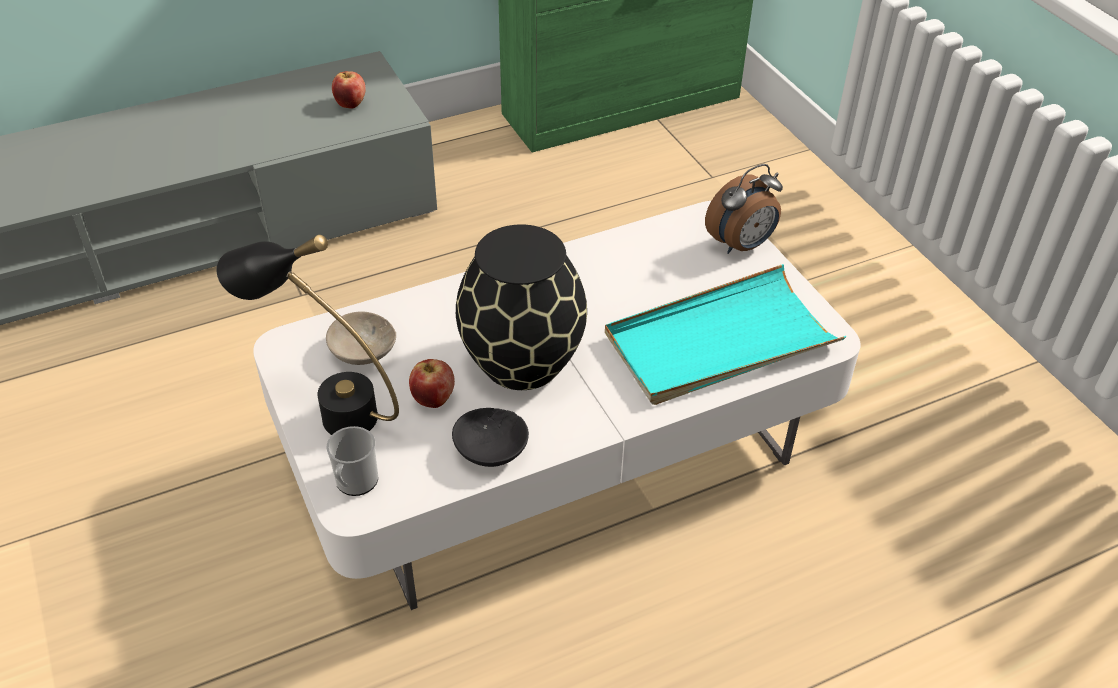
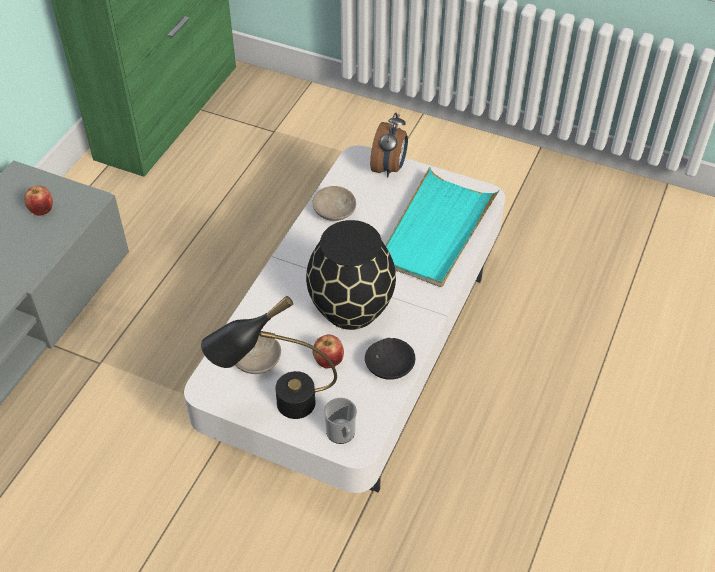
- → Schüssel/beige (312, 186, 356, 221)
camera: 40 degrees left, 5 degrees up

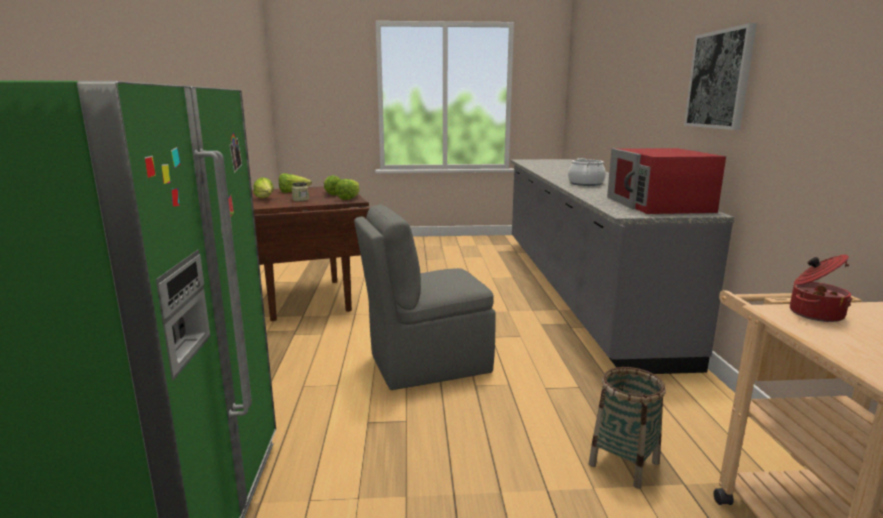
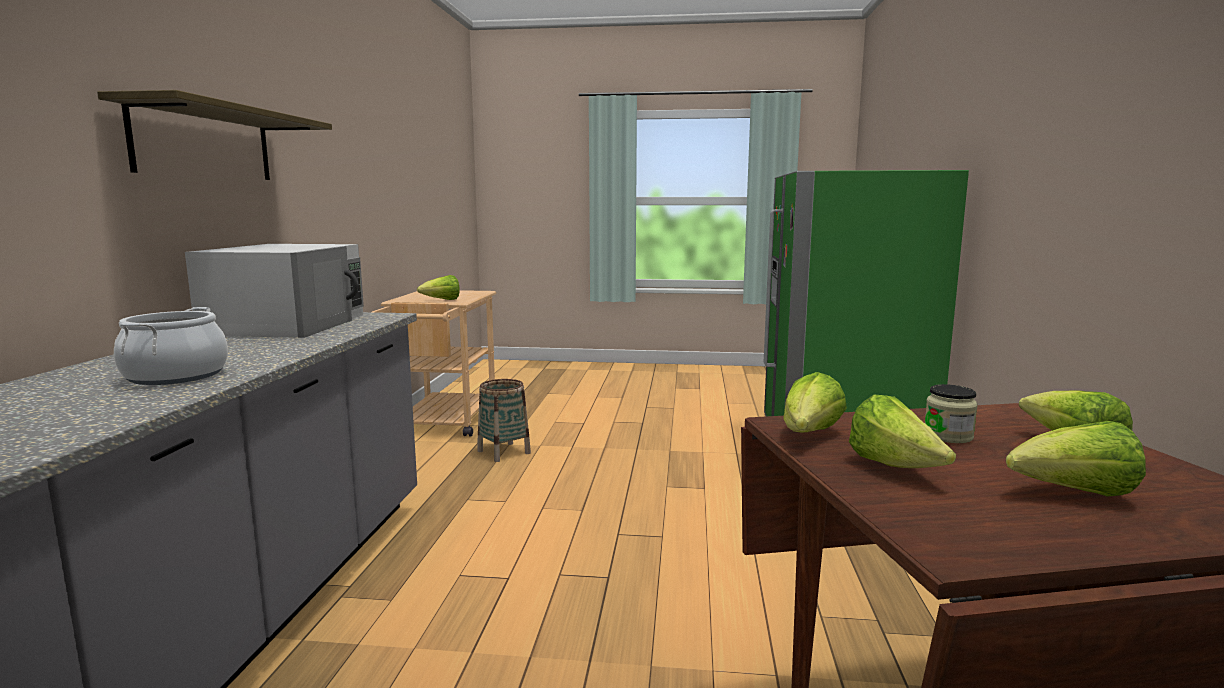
Bild (684, 23, 757, 130) → Wandregal (97, 90, 332, 180)
Mikrowelle/rot (607, 148, 726, 214) → Mikrowelle/weiß (185, 244, 364, 338)
Stuhl/grau (354, 205, 496, 390) → -
Kochtopf (790, 254, 852, 322) → Salatkopf (417, 275, 460, 300)
camera: 170 degrees left, 5 degrees down

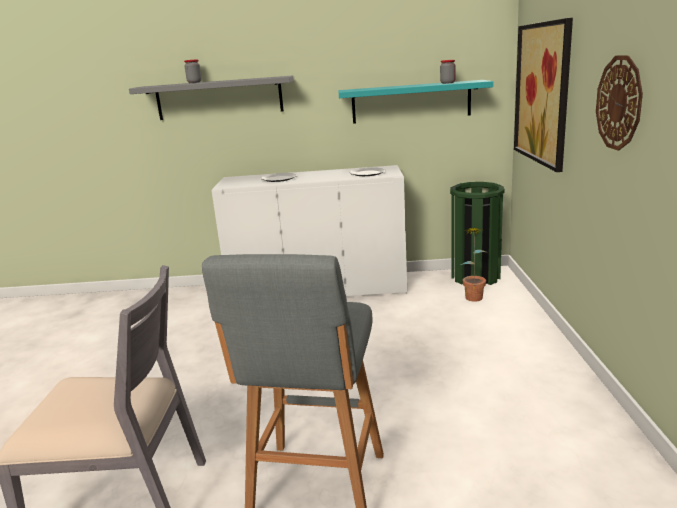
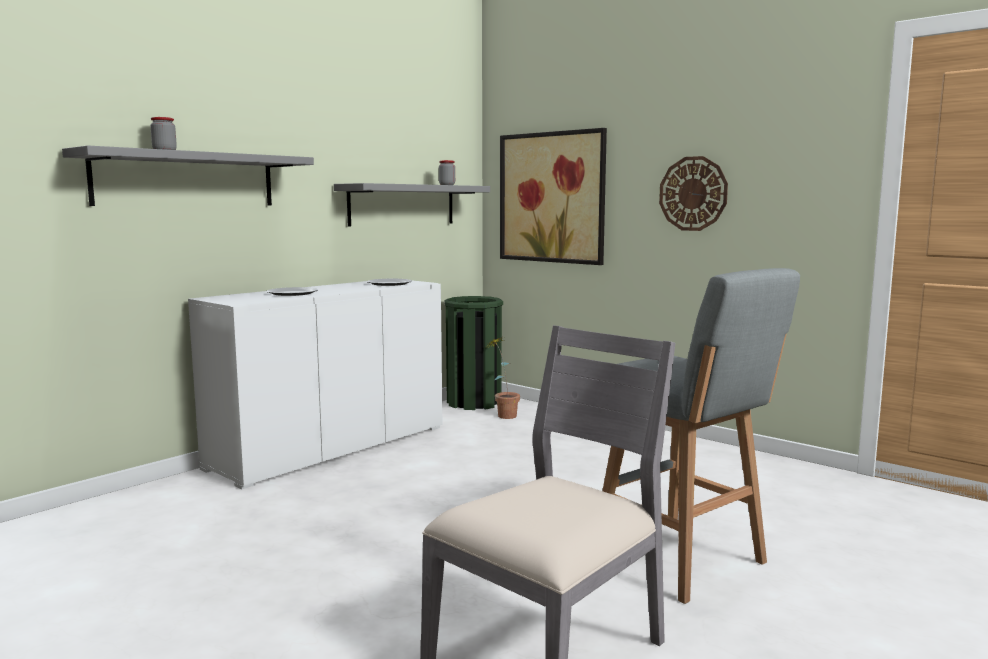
Wandregal/türkis (339, 80, 493, 124) → Wandregal/grau (334, 183, 490, 227)
camera: 50 degrees left, 10 degrees down

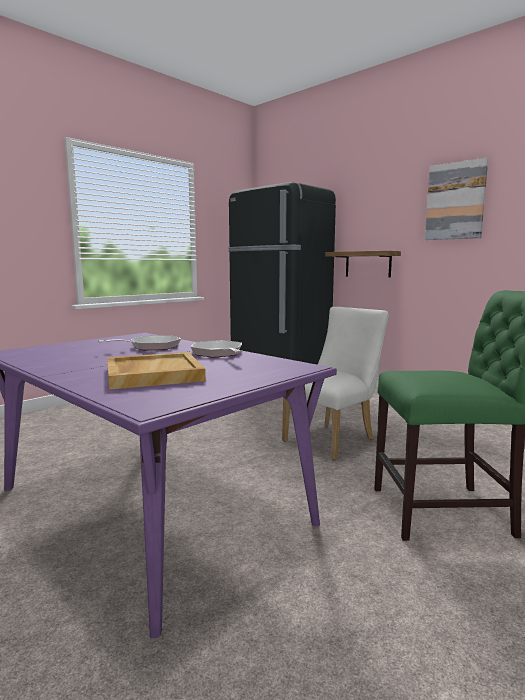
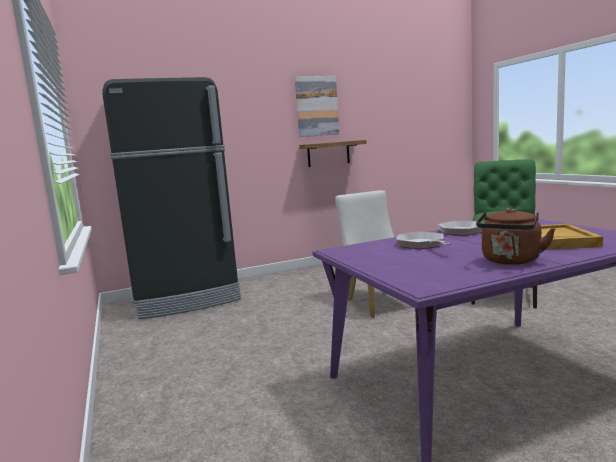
Wandregal (325, 251, 401, 278) → Wandregal (299, 140, 366, 167), shifted
- → Wasserkessel/braun (476, 208, 556, 265)
camera: 65 degrees left, 0 degrees up

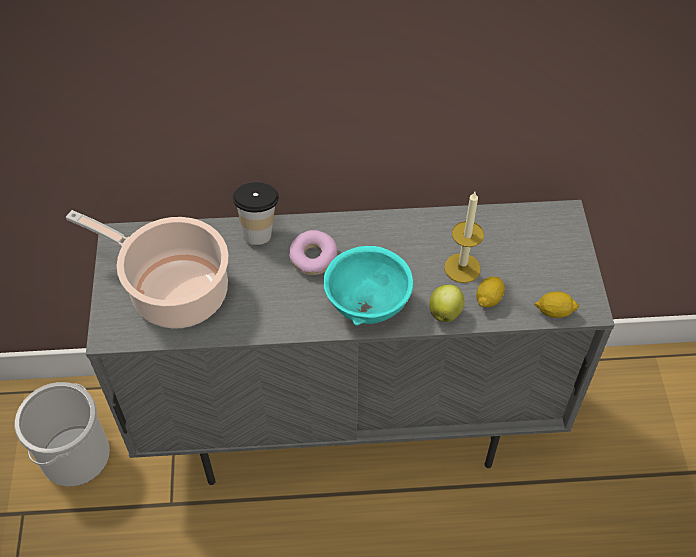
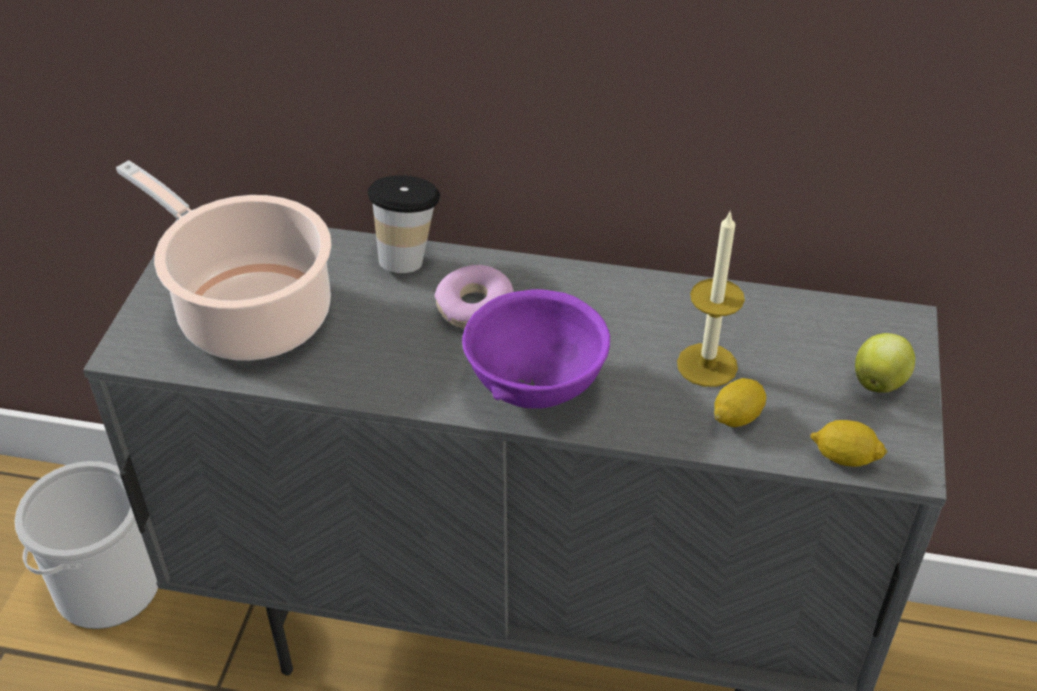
Schüssel/türkis (323, 246, 413, 326) → Schüssel/lila (462, 289, 610, 409)
Apfel (429, 285, 465, 322) → Apfel (855, 333, 915, 392), shifted
camera: 15 degrees right, 10 degrees down

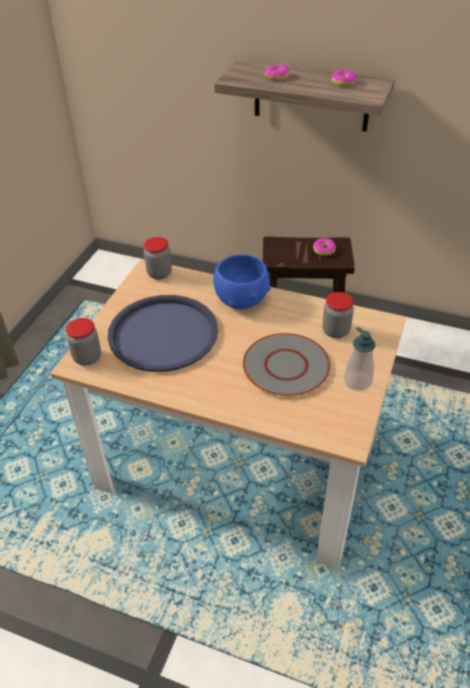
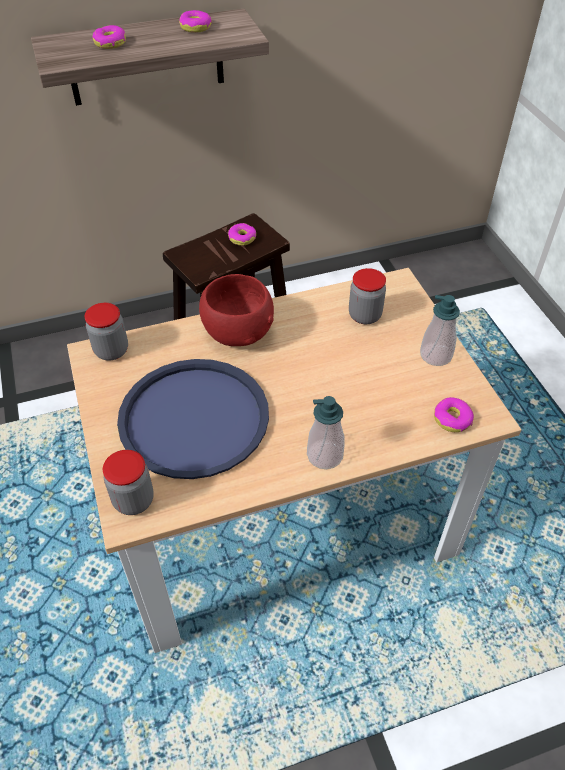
Schüssel/blau (213, 255, 271, 309) → Schüssel/rot (199, 274, 274, 346)
Teller/grau (243, 333, 330, 396) → -
- → Seifenspender (307, 396, 345, 469)
- → Donut (434, 397, 474, 432)
camera: 40 degrees left, 5 degrees up

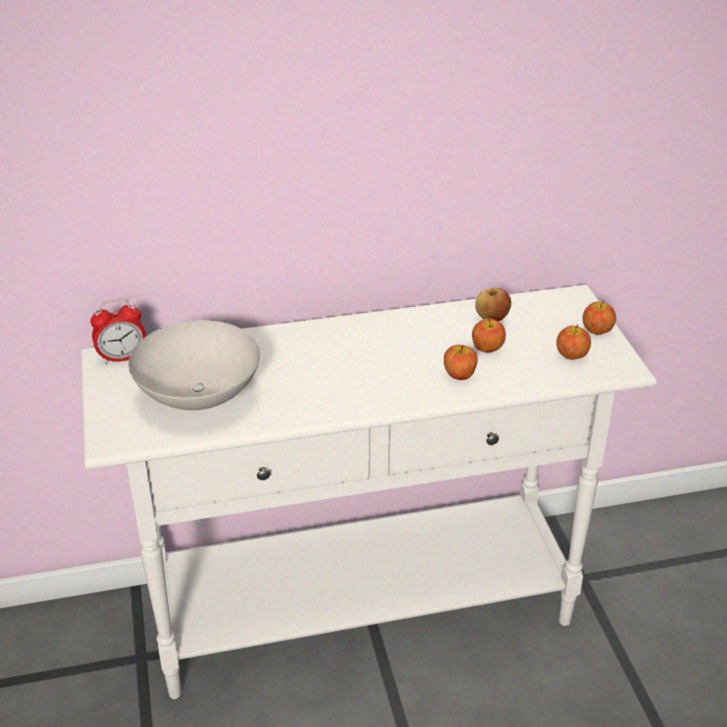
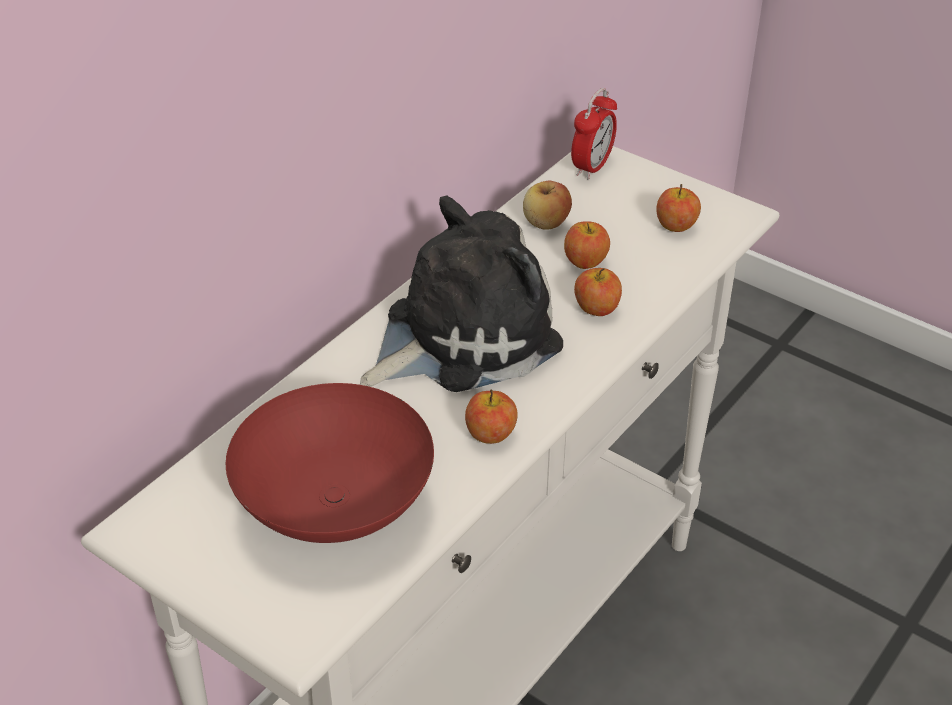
Wecker (90, 299, 146, 364) → Wecker (571, 88, 617, 179), shifted
Apfel (583, 300, 616, 335) → Apfel (465, 390, 518, 444), shifted
Schüssel/weiß (129, 320, 260, 410) → Schüssel/rot (226, 383, 434, 543)
- → Plüschtier (360, 196, 563, 392)
camera: 40 degrees left, 5 degrees up

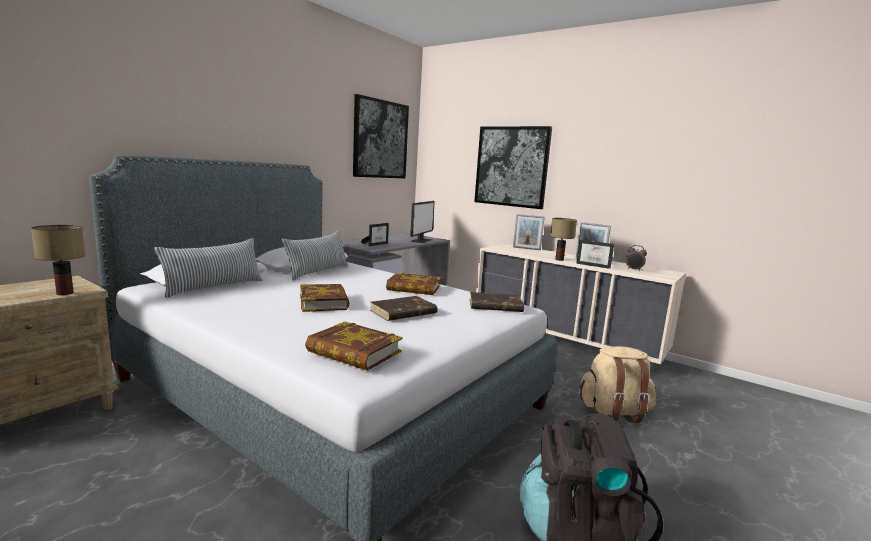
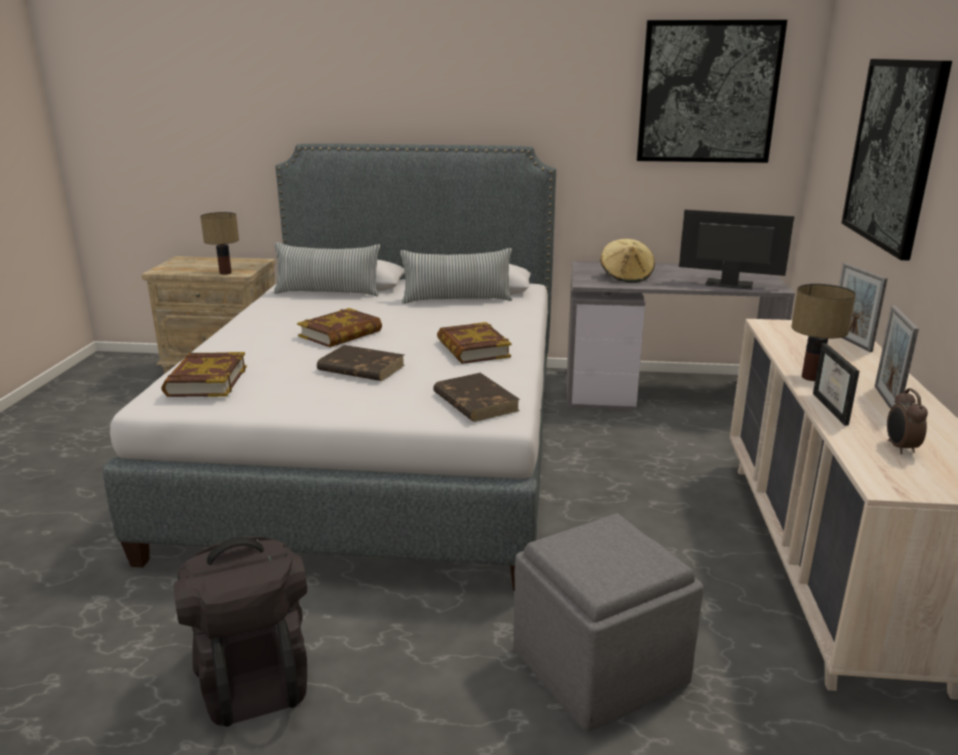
Monitor (410, 201, 435, 243) → Monitor (679, 209, 794, 290), 150 degrees counterclockwise
Bilderrahmen (361, 223, 389, 246) → Hut/beige (600, 239, 655, 283)
Rucksack/beige (579, 346, 656, 423) → Polsterhocker/grau (513, 513, 704, 732)
camera: 60 degrees right, 10 degrees up

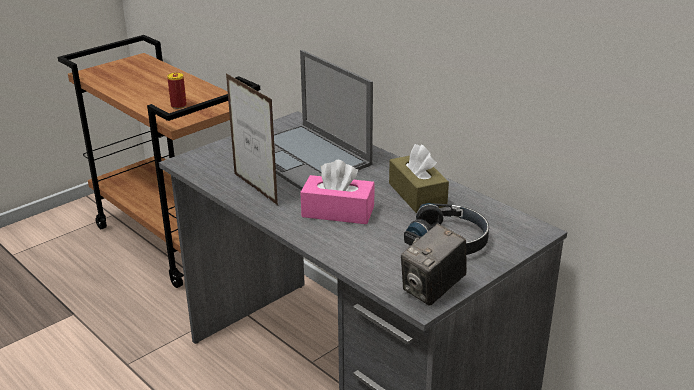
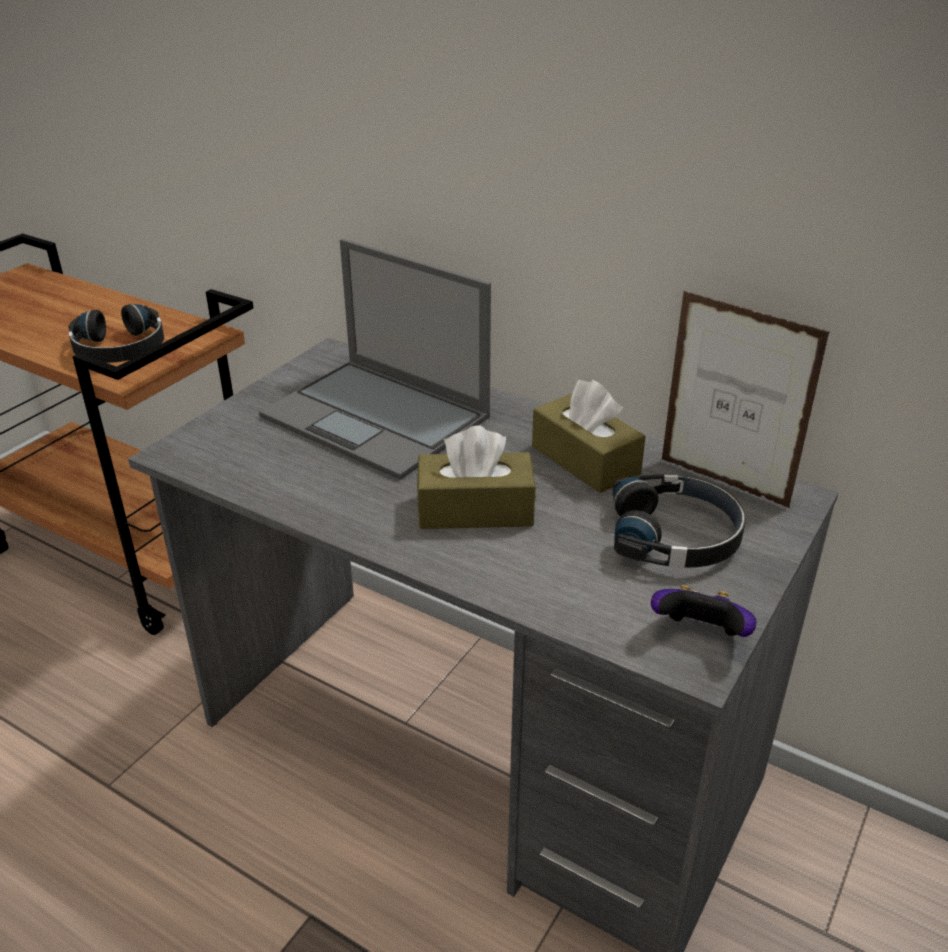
Dose (167, 73, 187, 109) → Kopfhörer/schwarz (68, 304, 164, 363)
Bilderrahmen (226, 73, 278, 205) → Bilderrahmen (662, 291, 830, 508), shifted
Taschentuchbox/rosa (300, 160, 375, 224) → Taschentuchbox/braun (417, 426, 536, 529)
Kamera (401, 224, 467, 306) → Gamepad (651, 585, 757, 637)
camera: 15 degrees left, 5 degrees up

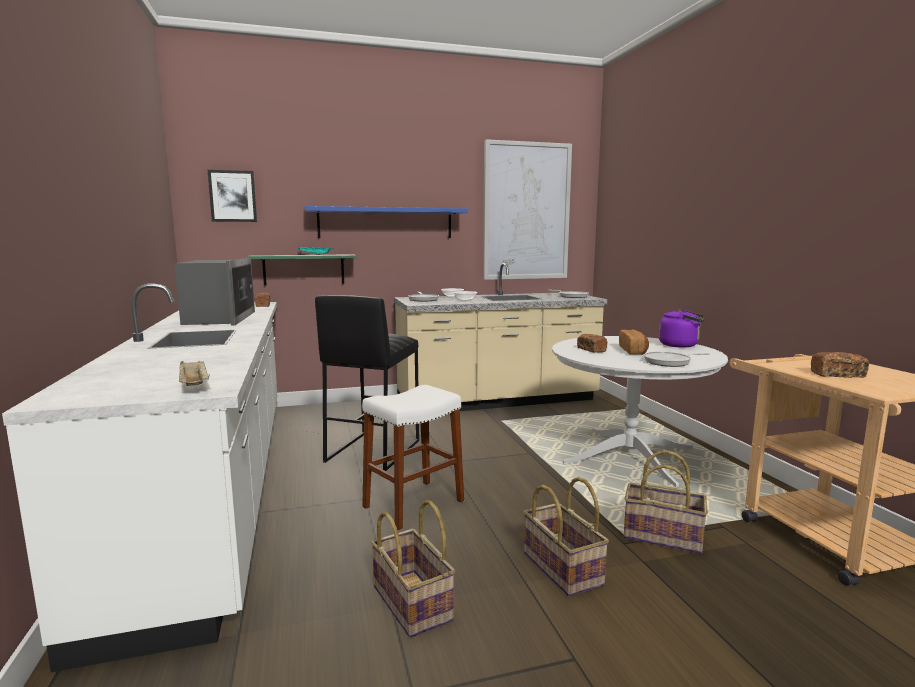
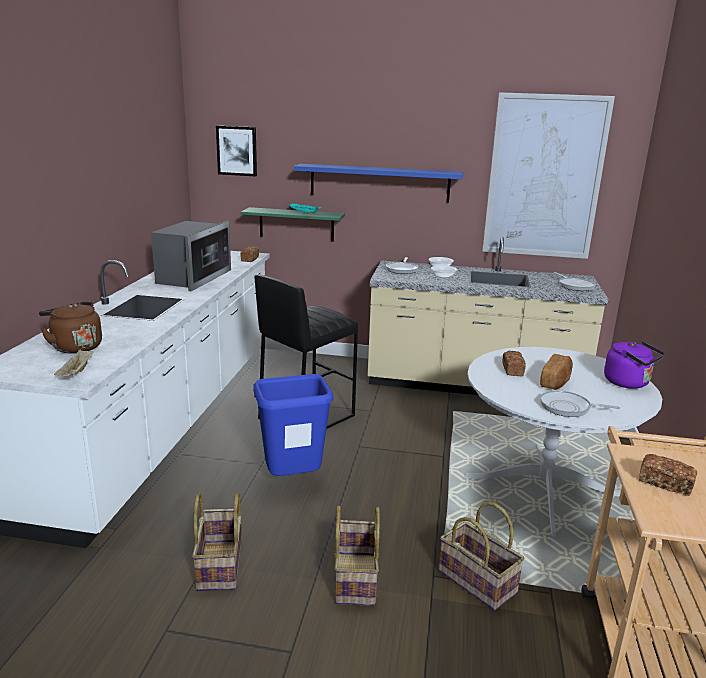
Hocker/weiß (362, 385, 464, 530) → Mülleimer/blau (253, 374, 334, 476)
- → Wasserkessel/braun (39, 302, 102, 354)
camera: 25 degrees right, 10 degrees up

